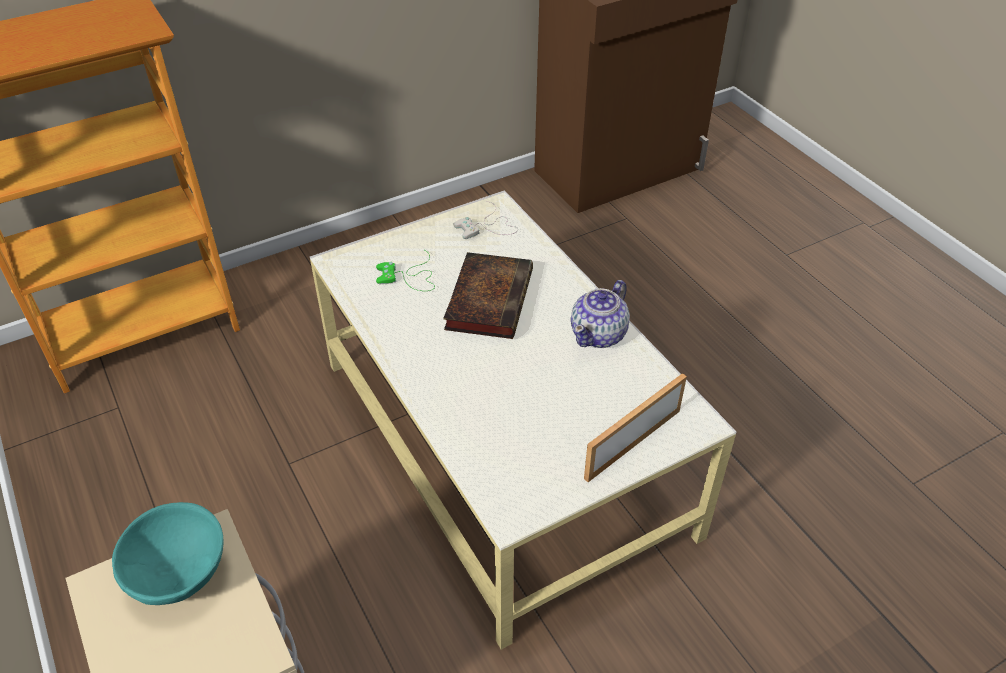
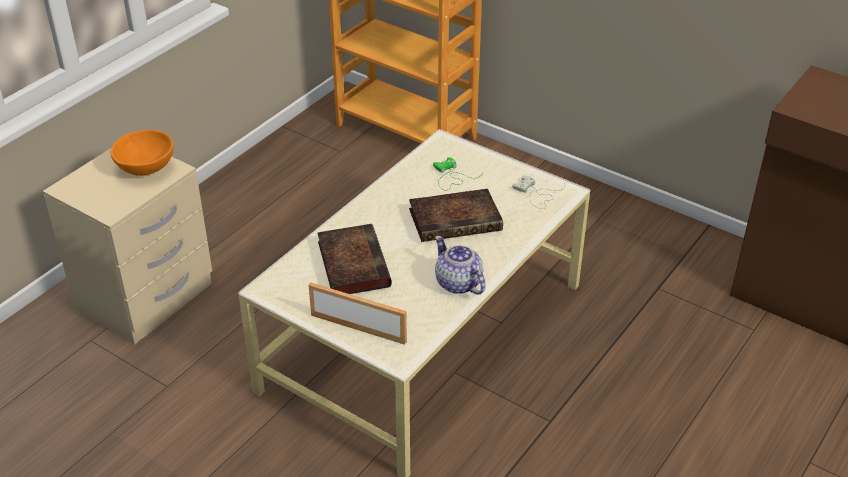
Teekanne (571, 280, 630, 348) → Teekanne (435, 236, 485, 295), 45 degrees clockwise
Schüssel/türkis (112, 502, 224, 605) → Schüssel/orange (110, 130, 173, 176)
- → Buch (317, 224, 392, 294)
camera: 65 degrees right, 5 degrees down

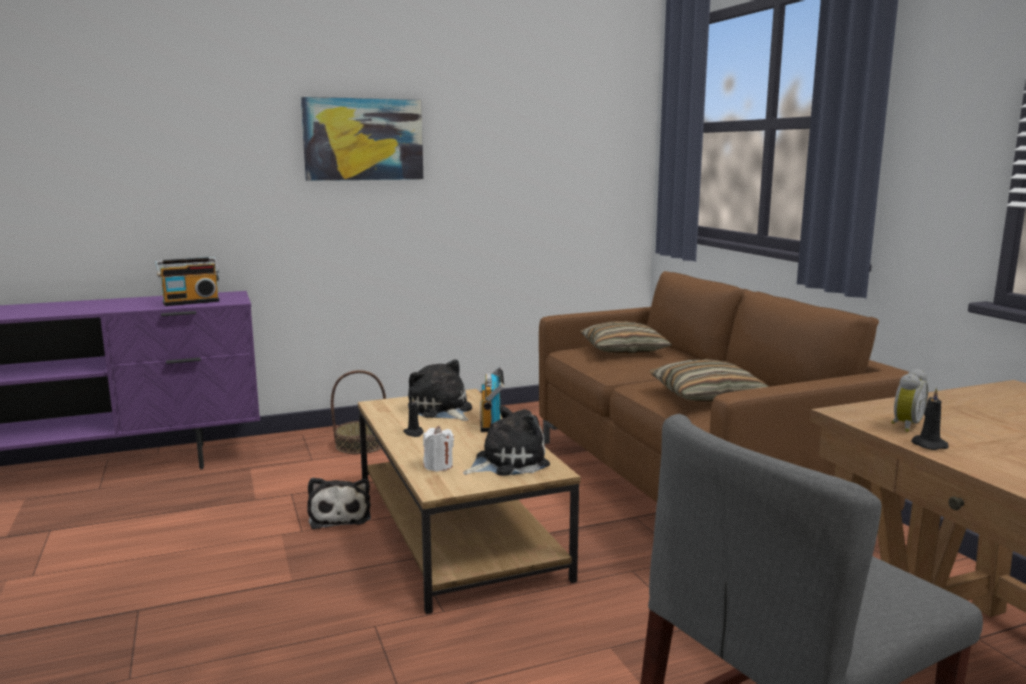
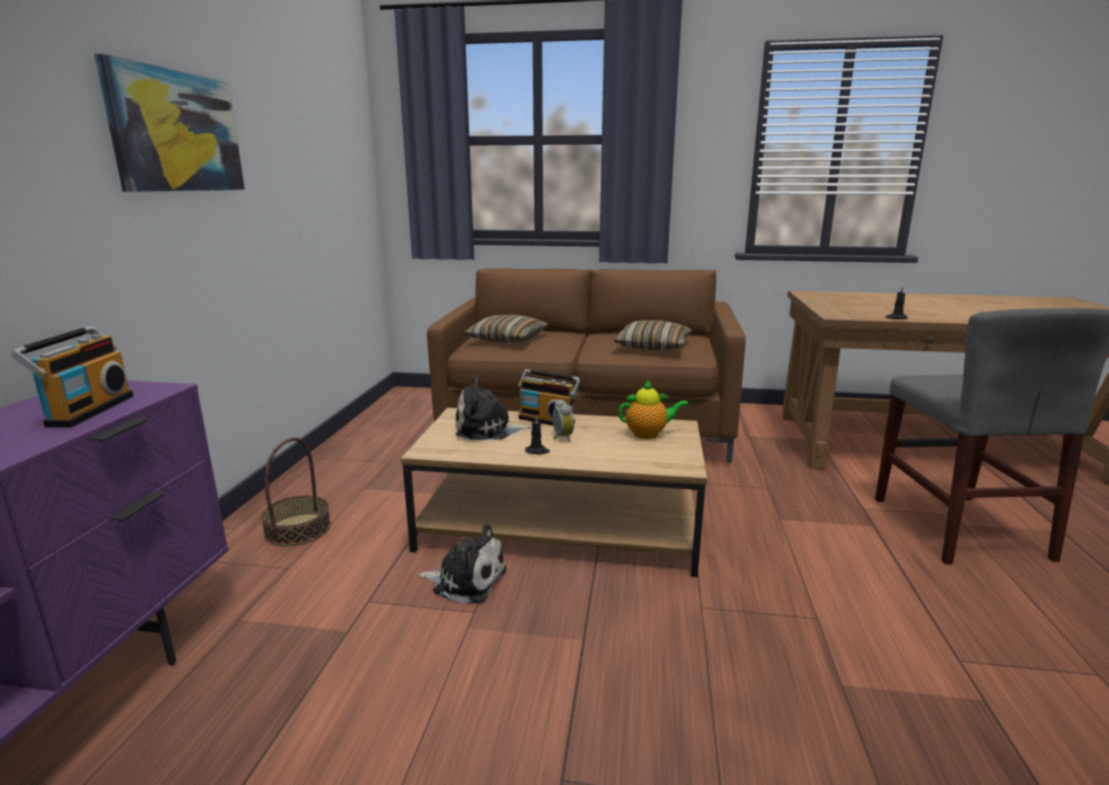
Wecker (891, 369, 928, 432) → Wecker (553, 399, 574, 442), shifted
Plüschtier (463, 406, 550, 476) → Teekanne (618, 380, 689, 439)
Kerze/weiß (423, 426, 454, 472) → -
camera: 60 degrees left, 5 degrees up

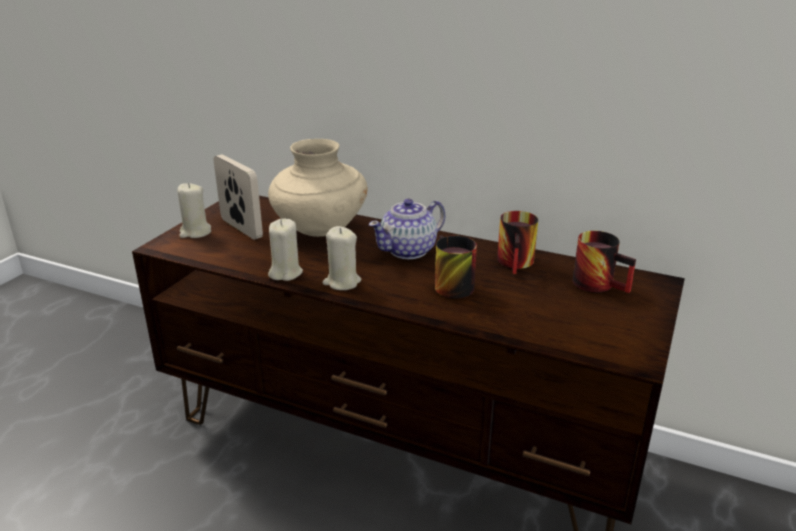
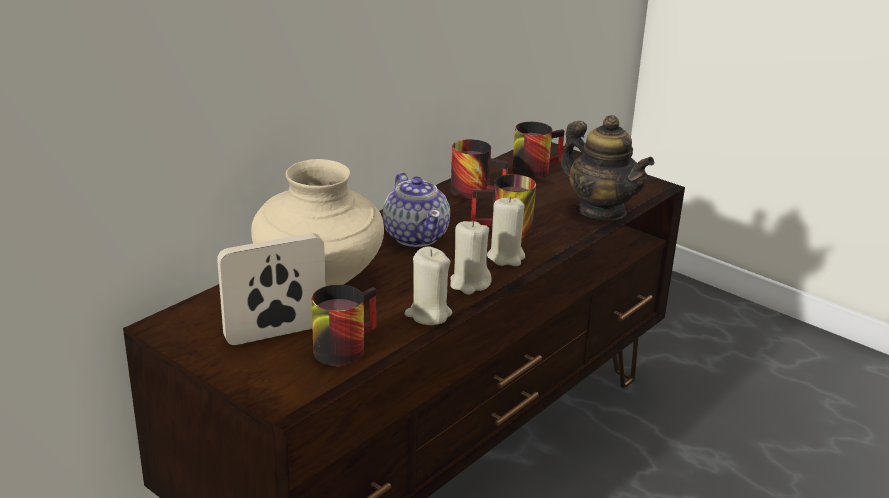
Kerze/beige (177, 183, 211, 238) → Kerze/beige (487, 196, 525, 266), shifted
- → Teekanne (561, 115, 654, 220)
- → Henkelbecher (312, 285, 376, 366)
camera: 75 degrees left, 0 degrees up

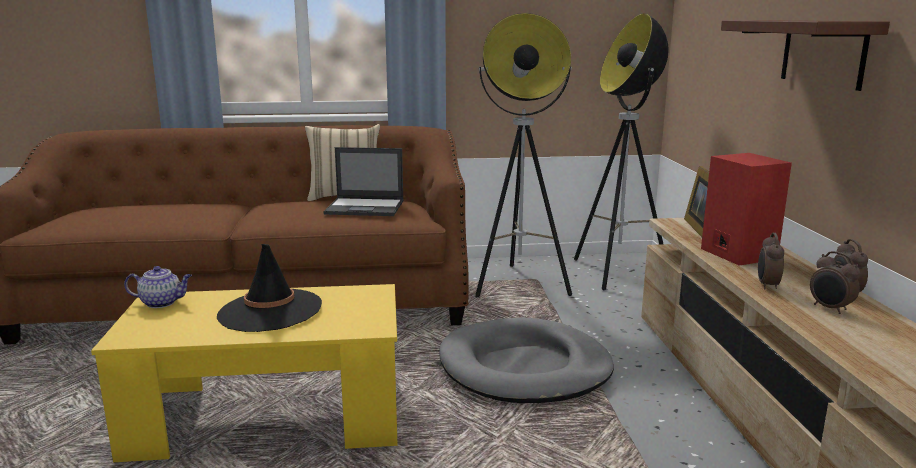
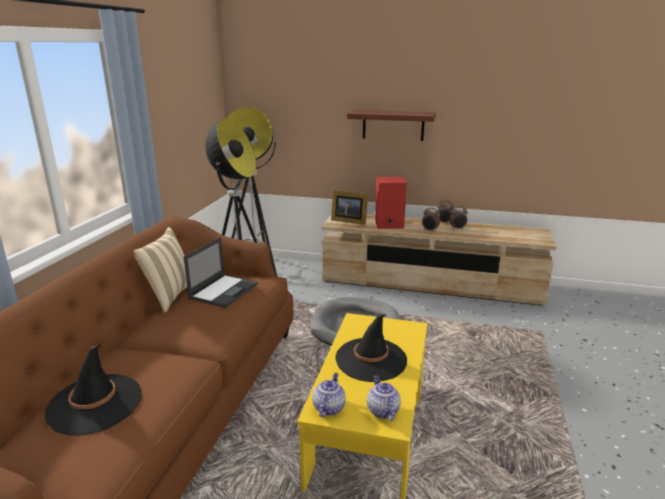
- → Hut/schwarz (44, 344, 142, 436)
- → Teekanne (367, 375, 401, 421)
camera: 70 degrees left, 5 degrees up

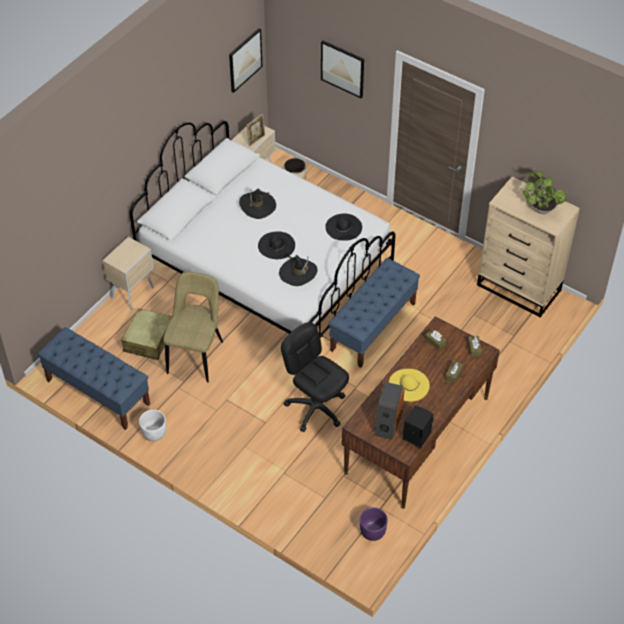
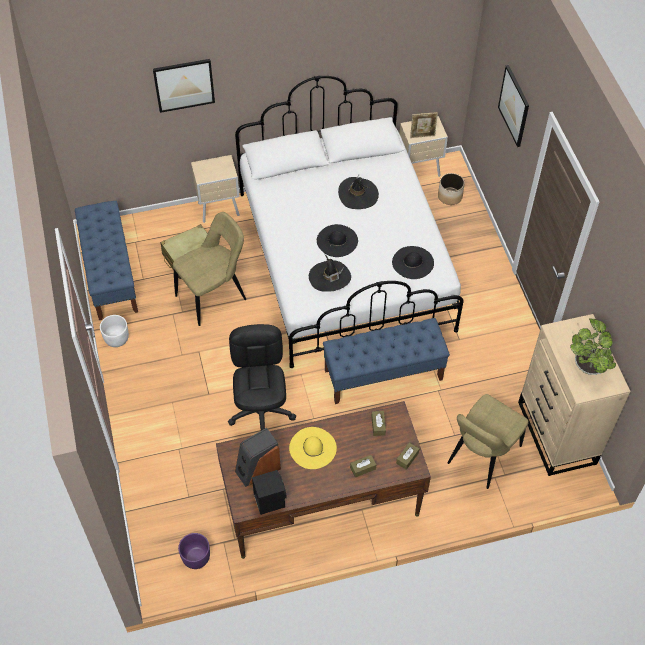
Bild (229, 28, 262, 93) → Bild (153, 59, 215, 113), shifted
- → Stuhl/beige (447, 394, 528, 489)
camera: 40 degrees right, 5 degrees up

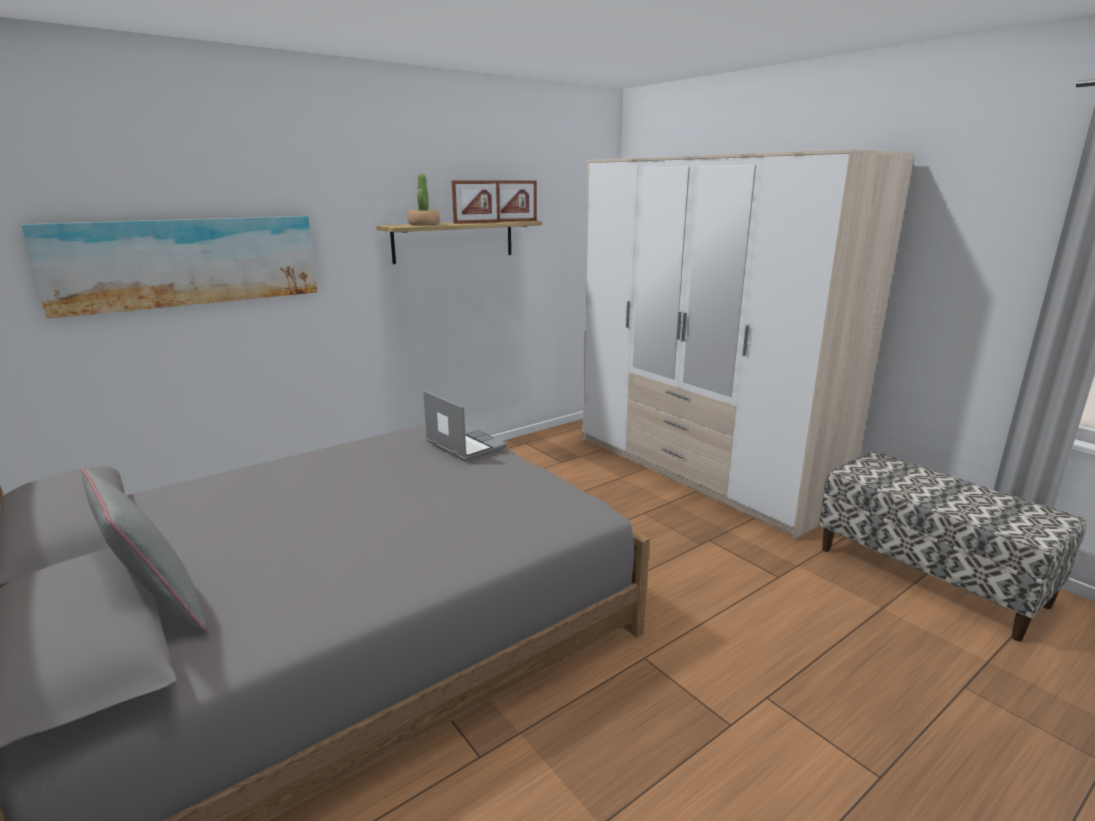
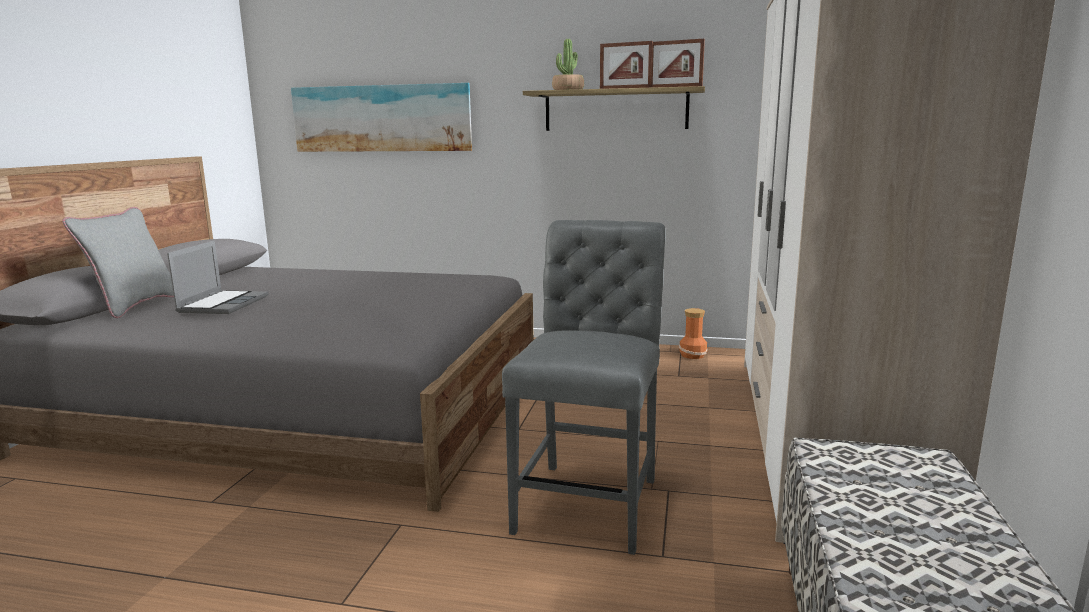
Laptop (423, 390, 507, 461) → Laptop (167, 241, 268, 314), shifted
- → Stuhl/grau (502, 220, 666, 555)
- → Vase (679, 308, 708, 359)
camera: 50 degrees right, 5 degrees down

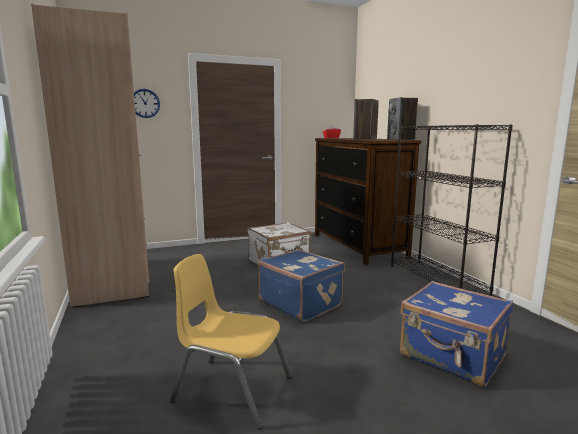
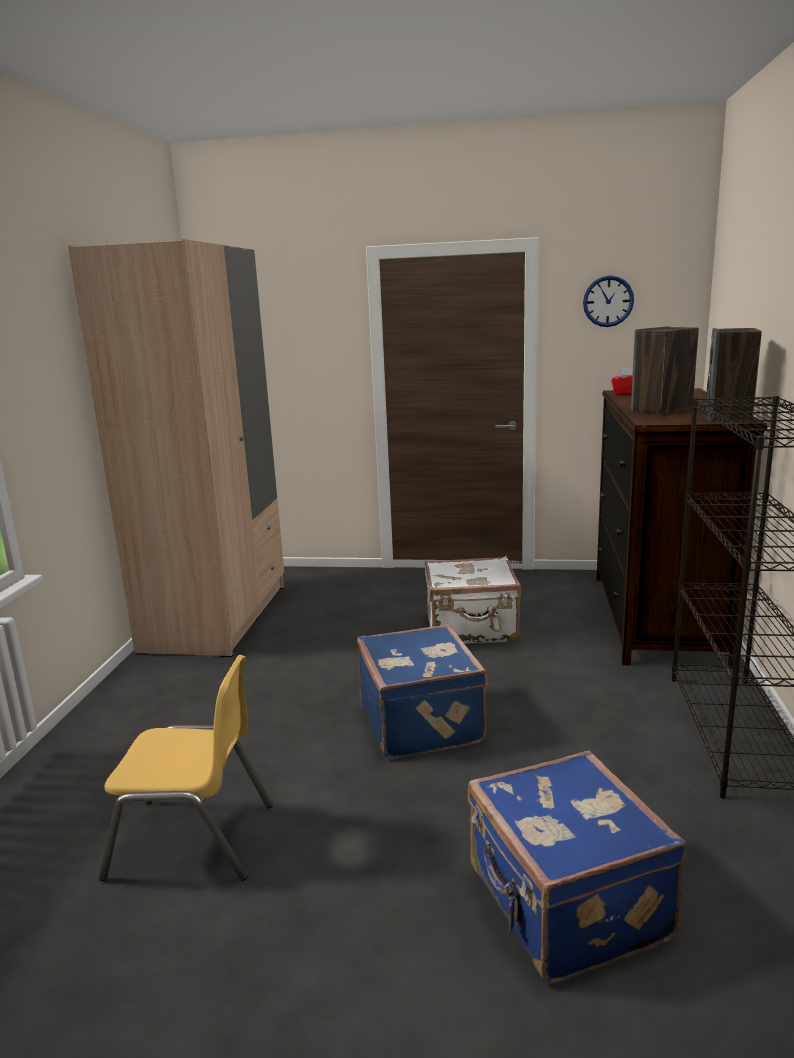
Wanduhr (134, 89, 160, 118) → Wanduhr (583, 276, 634, 327), shifted
Stuhl/gelb (170, 254, 292, 430) → Stuhl/gelb (99, 655, 273, 881), 135 degrees clockwise
camera: 30 degrees right, 5 degrees up

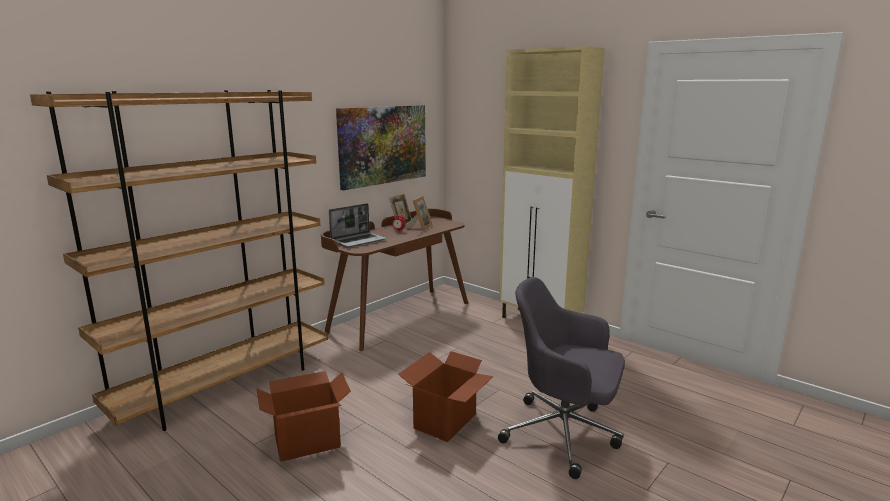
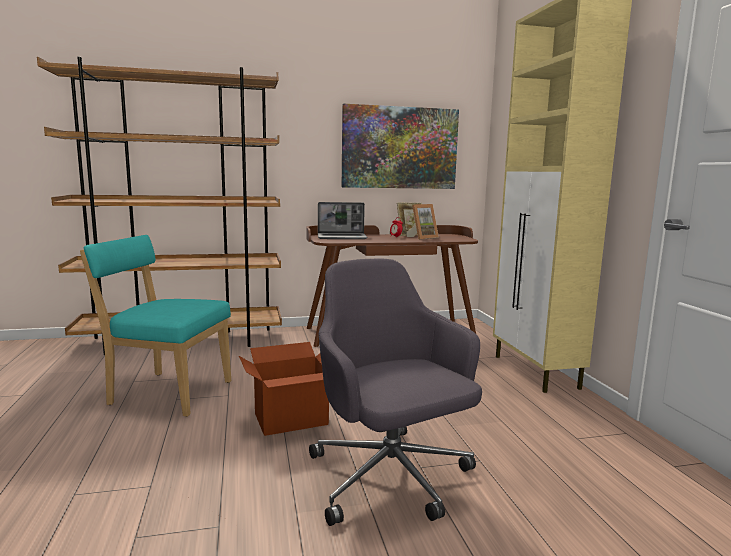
Karton (256, 371, 351, 462) → Stuhl/türkis (80, 235, 231, 417)
camera: 35 degrees right, 5 degrees down

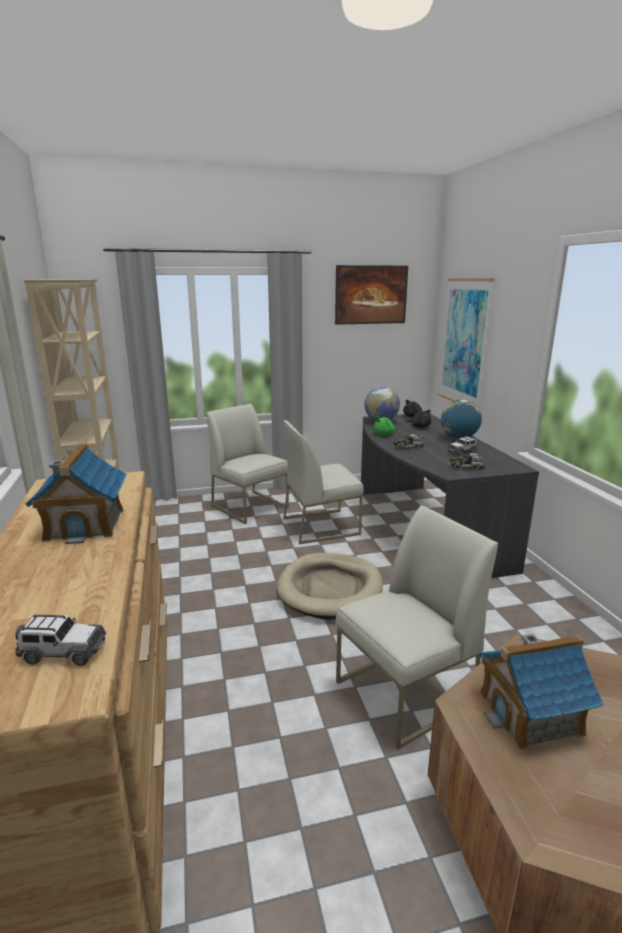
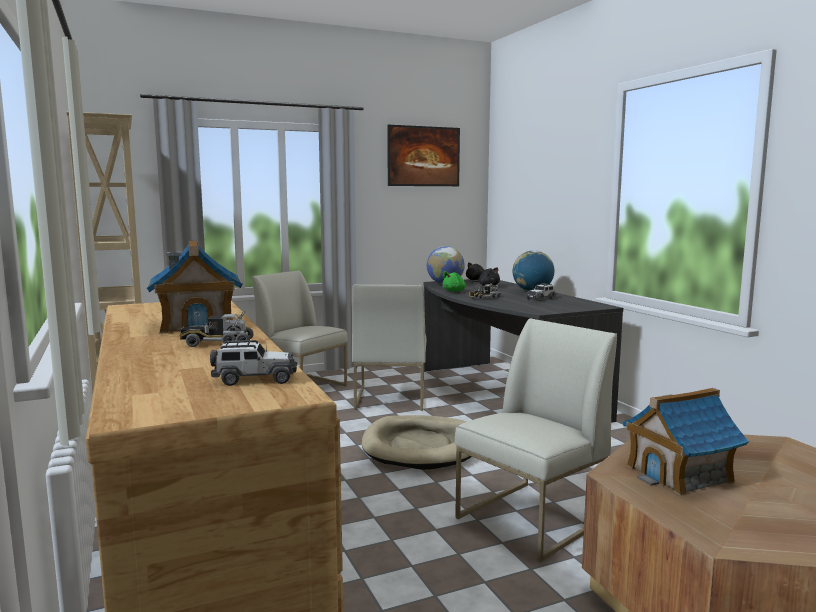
Bild (438, 278, 494, 407) → -
Stuhl/weiß (283, 420, 364, 544) → Stuhl/weiß (352, 284, 426, 411), 60 degrees counterclockwise
Spielzeuglaster (449, 452, 485, 470) → Spielzeuglaster (180, 311, 254, 347), shifted
camera: 10 degrees left, 10 degrees down

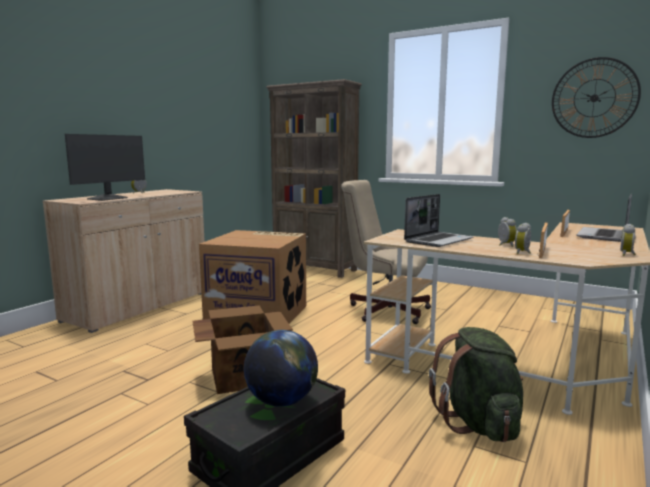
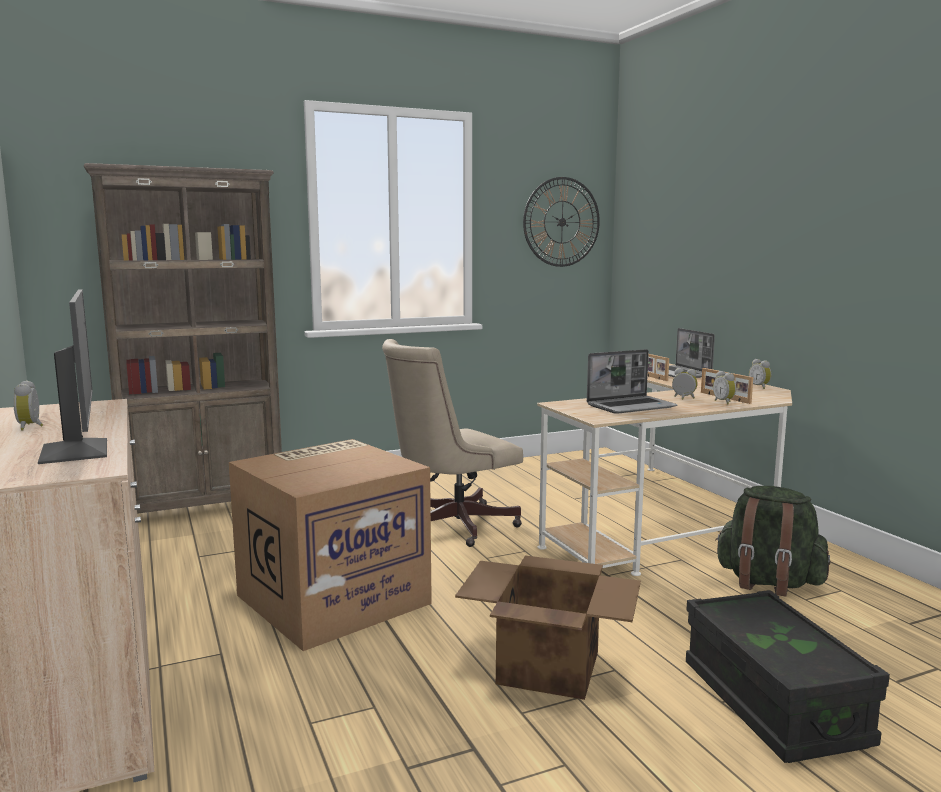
Laptop (404, 194, 474, 247) → Laptop (587, 349, 678, 414), 75 degrees clockwise
Globus (244, 330, 318, 407) → -
camera: 55 degrees left, 0 degrees up

